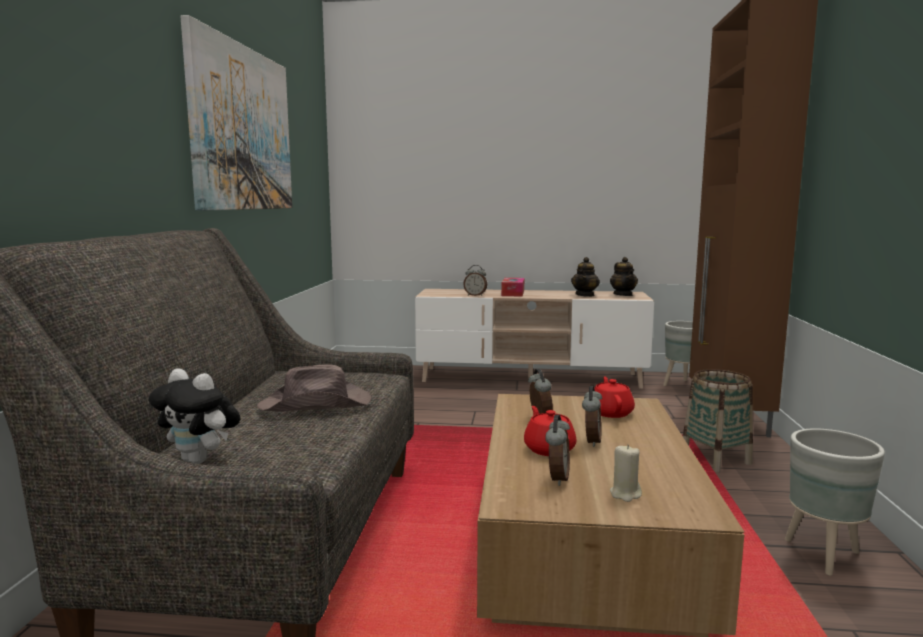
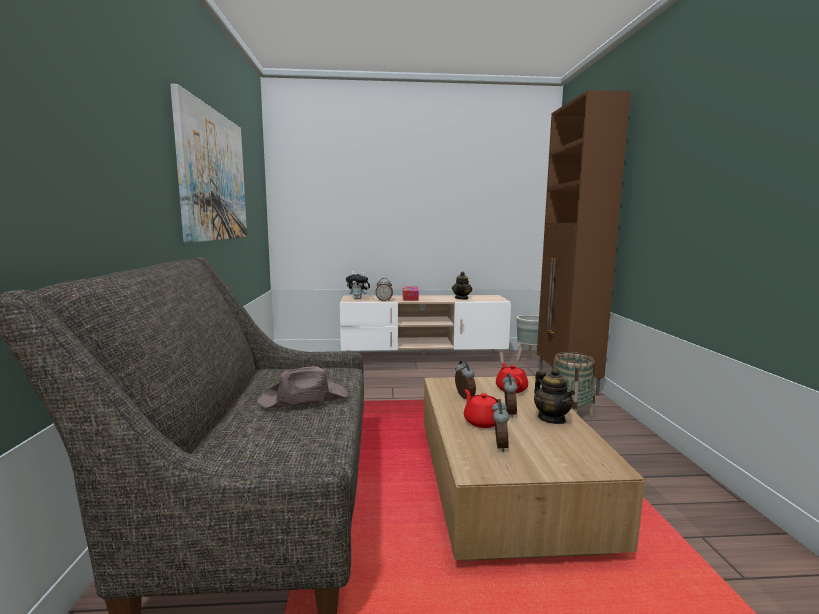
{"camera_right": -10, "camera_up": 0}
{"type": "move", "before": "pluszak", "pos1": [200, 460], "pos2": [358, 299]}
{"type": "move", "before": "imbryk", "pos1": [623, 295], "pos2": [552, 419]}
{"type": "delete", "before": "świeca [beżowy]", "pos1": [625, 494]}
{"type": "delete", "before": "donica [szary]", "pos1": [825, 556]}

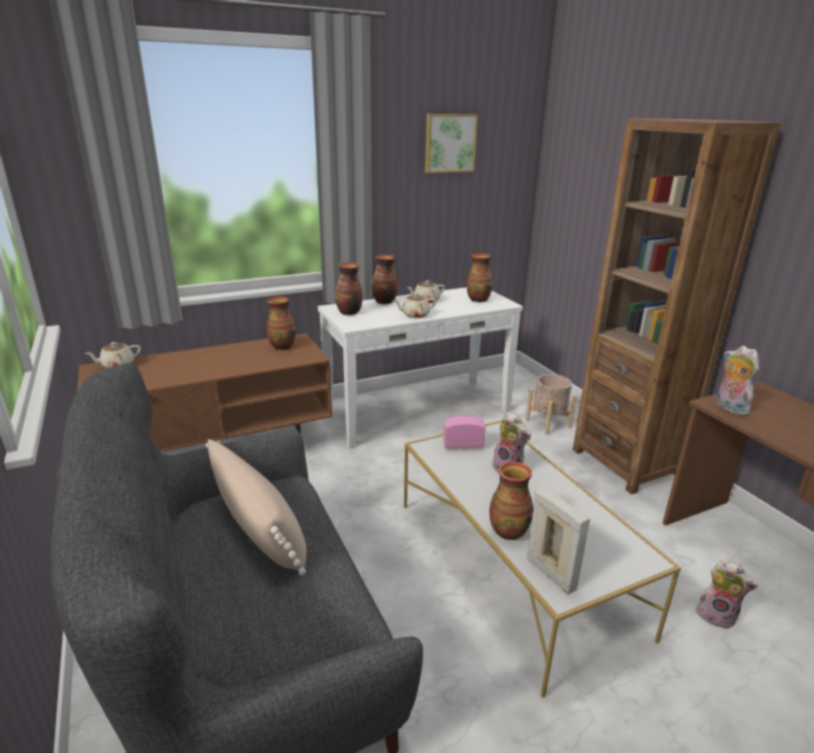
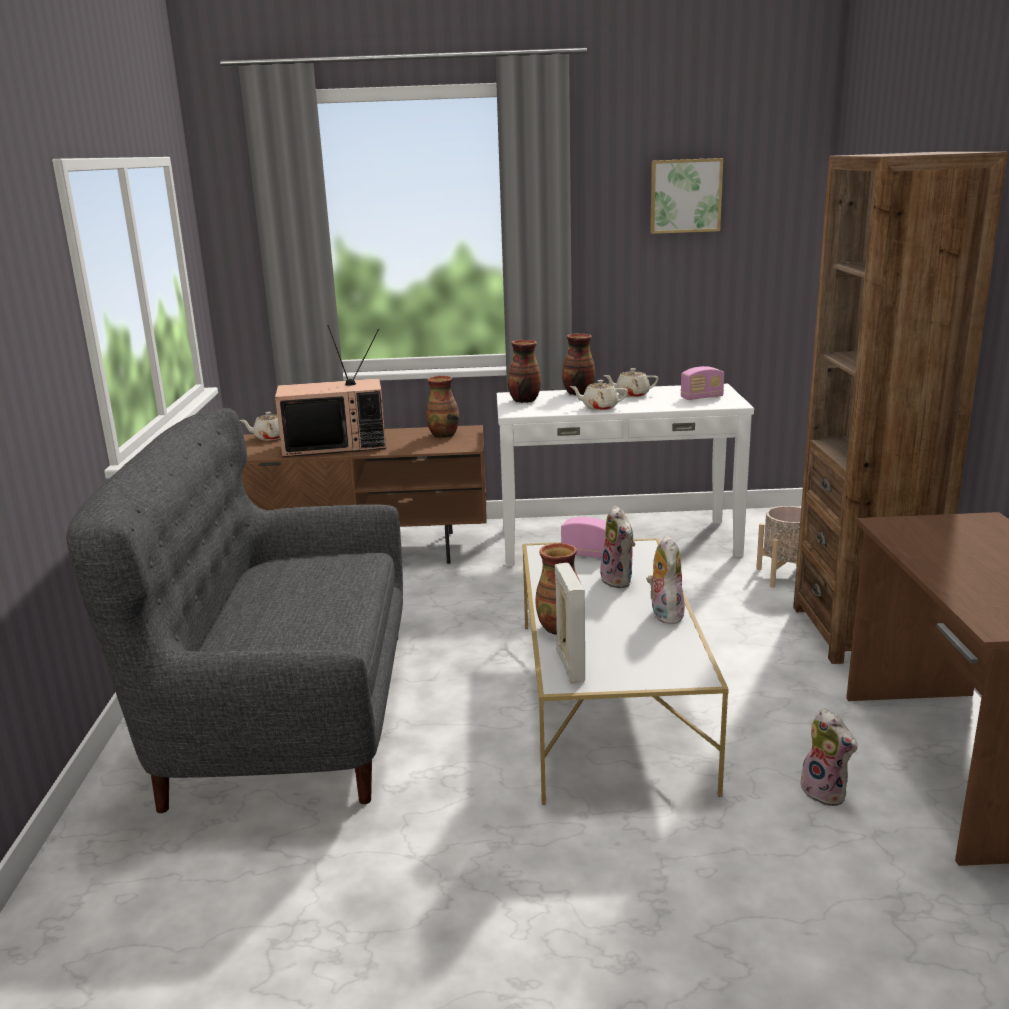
{"camera_right": 25, "camera_up": -5}
{"type": "insert", "after": "telewizor", "pos2": [336, 445]}
{"type": "move", "before": "pluszak", "pos1": [728, 408], "pos2": [664, 614]}
{"type": "replace", "before": "wazon", "after": "radio", "pos1": [478, 300], "pos2": [701, 397]}
{"type": "delete", "before": "poduszka [beżowy]", "pos1": [259, 529]}

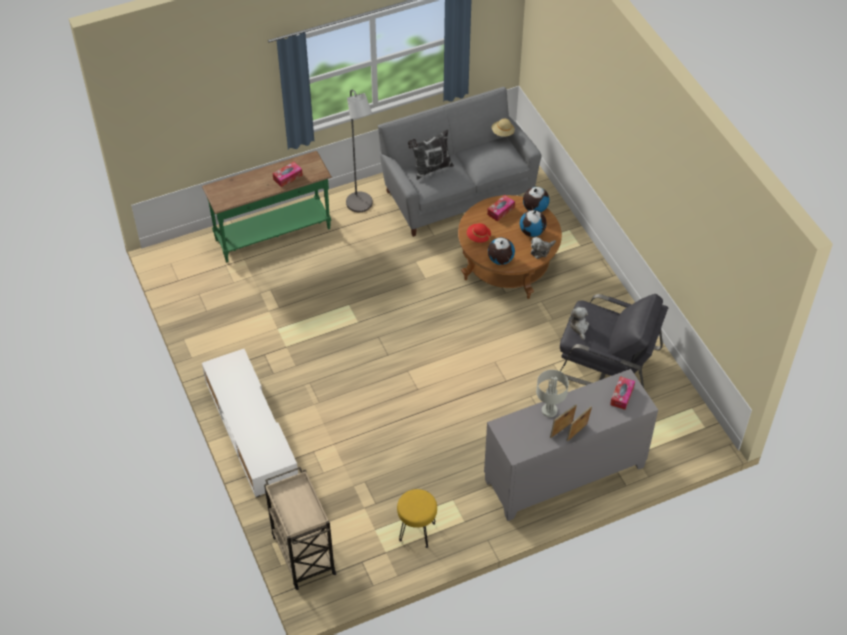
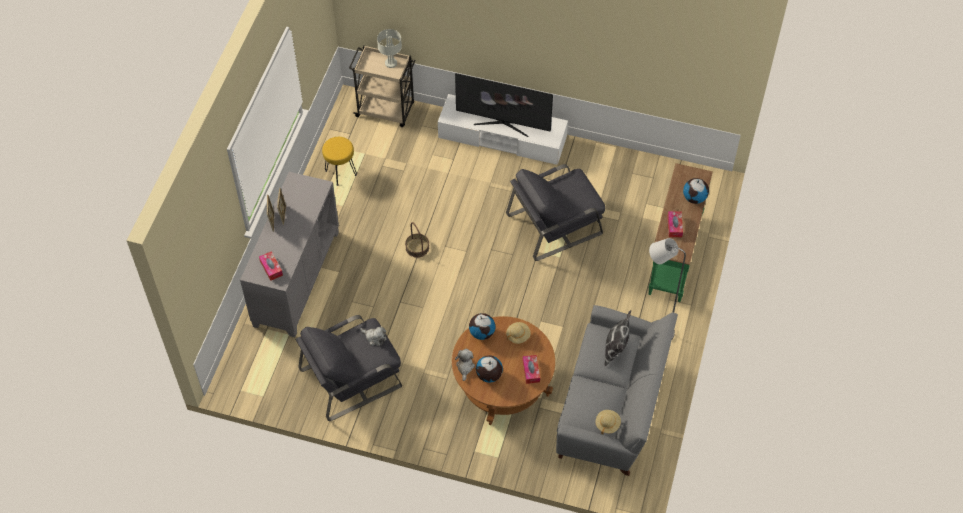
{"camera_right": 130, "camera_up": 5}
{"type": "move", "before": "lampa stołowa [szary]", "pos1": [549, 410], "pos2": [391, 63]}
{"type": "insert", "after": "koszyk", "pos2": [417, 247]}
{"type": "insert", "after": "telewizor", "pos2": [503, 123]}
{"type": "insert", "after": "fotel [szary]", "pos2": [555, 223]}
{"type": "recolor", "before": "kapelusz [czerwony]", "after": "kapelusz [beżowy]", "pos1": [478, 237], "pos2": [518, 335]}
{"type": "move", "before": "globus", "pos1": [535, 208], "pos2": [694, 198]}

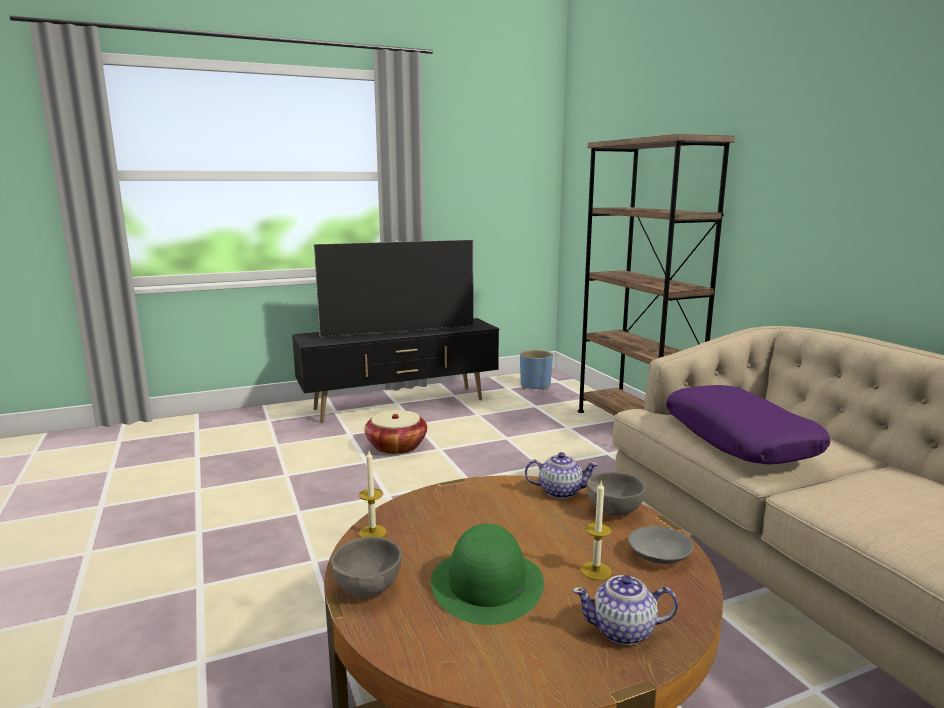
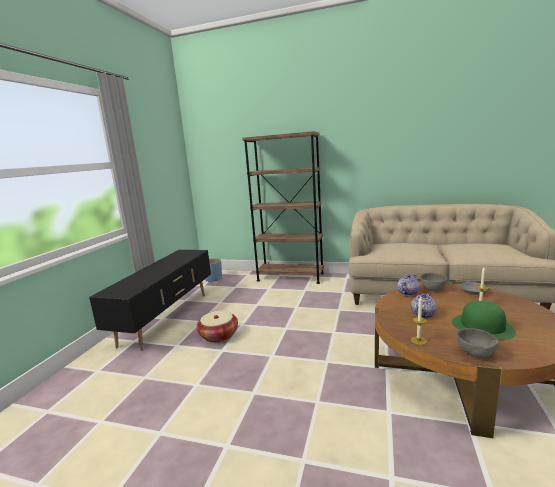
{"camera_right": -50, "camera_up": 0}
{"type": "move", "before": "imbryk", "pos1": [623, 631], "pos2": [423, 314]}
{"type": "delete", "before": "telewizor", "pos1": [398, 332]}
{"type": "delete", "before": "poduszka [fioletowy]", "pos1": [739, 439]}

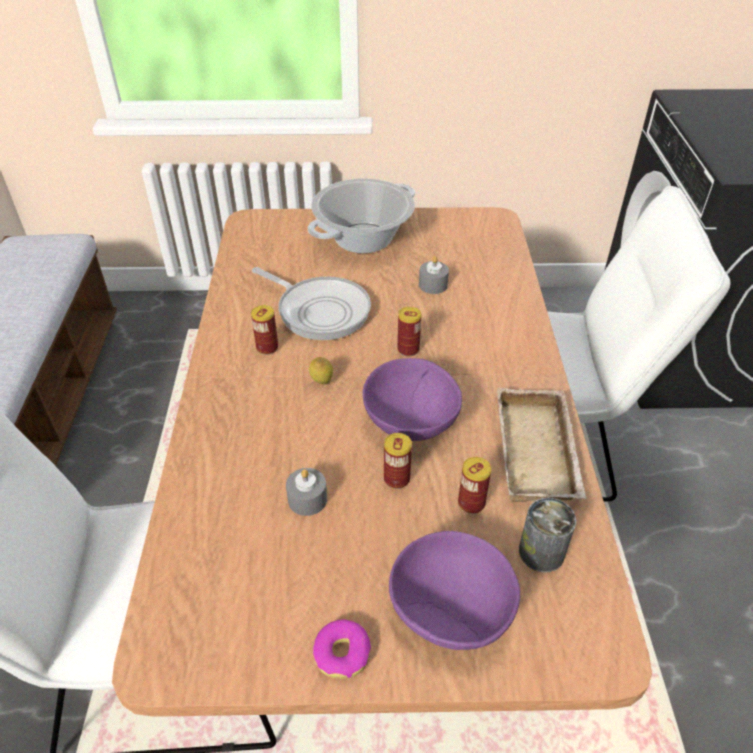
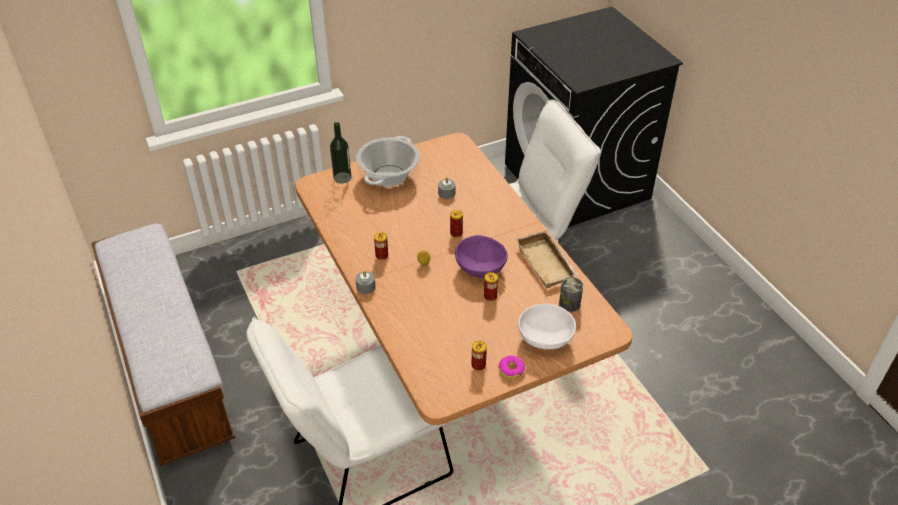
{"camera_right": -25, "camera_up": 0}
{"type": "insert", "after": "butelka", "pos2": [342, 177]}
{"type": "move", "before": "świeca [szary]", "pos1": [307, 499], "pos2": [365, 287]}
{"type": "move", "before": "puszka", "pos1": [471, 503], "pos2": [478, 365]}
{"type": "recolor", "before": "miska [fioletowy]", "after": "miska [biały]", "pos1": [452, 611], "pos2": [546, 339]}
{"type": "delete", "before": "patelnia", "pos1": [320, 311]}

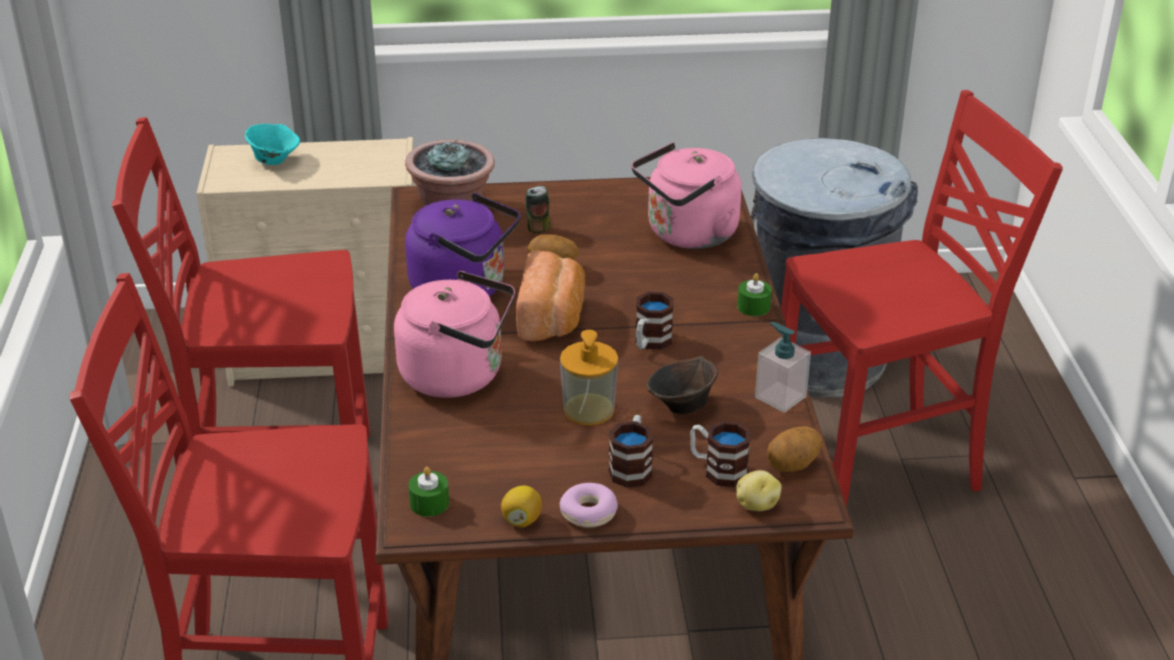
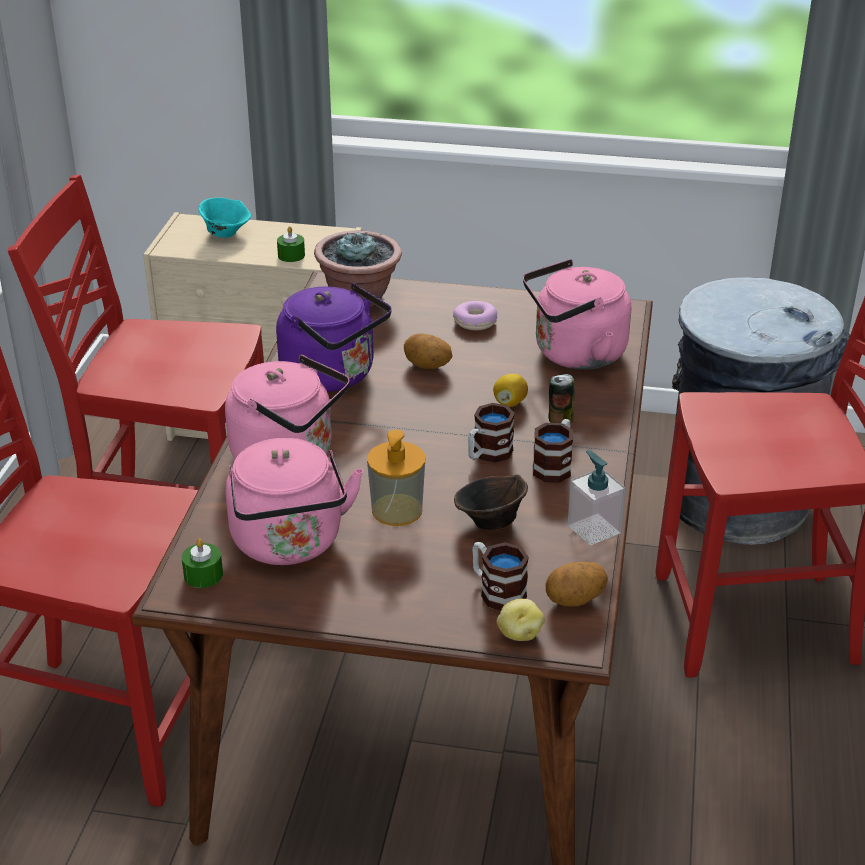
{"camera_right": 15, "camera_up": 0}
{"type": "insert", "after": "czajnik [różowy]", "pos2": [290, 544]}
{"type": "move", "before": "świeca [zielony]", "pos1": [753, 307], "pos2": [291, 255]}
{"type": "move", "before": "donut", "pos1": [589, 513], "pos2": [475, 322]}
{"type": "move", "before": "cytryna", "pos1": [522, 520], "pos2": [510, 403]}
{"type": "move", "before": "kubek", "pos1": [632, 467], "pos2": [555, 466]}
{"type": "move", "before": "puszka", "pos1": [538, 228], "pos2": [560, 419]}
{"type": "delete", "before": "chleb", "pos1": [553, 318]}

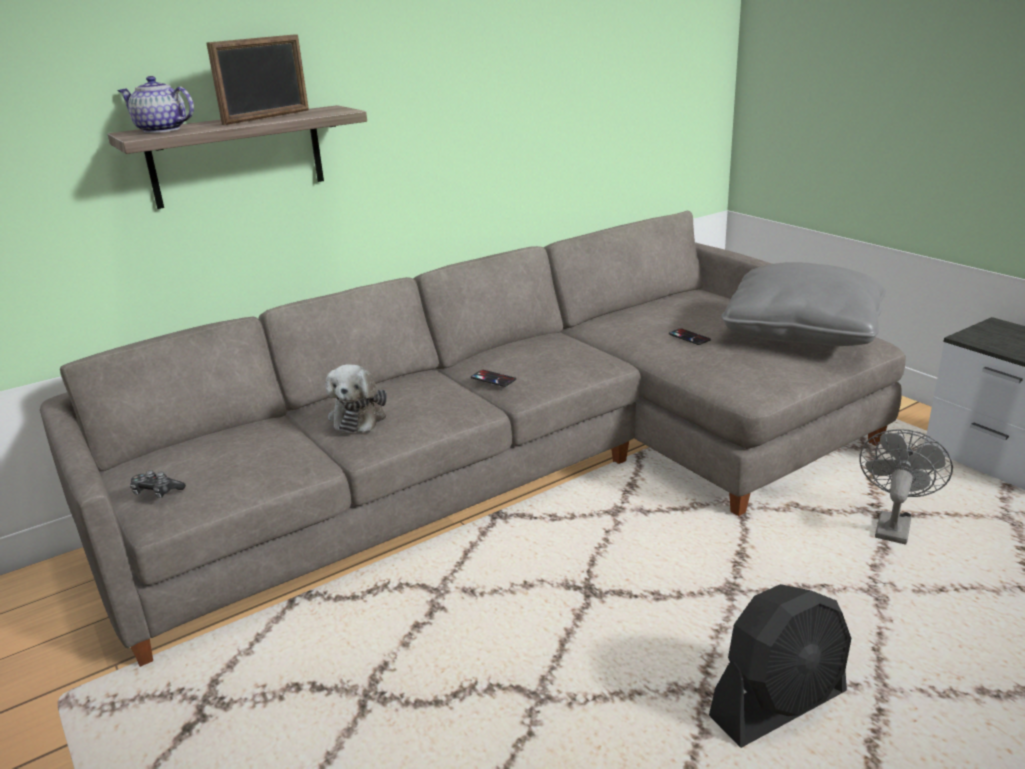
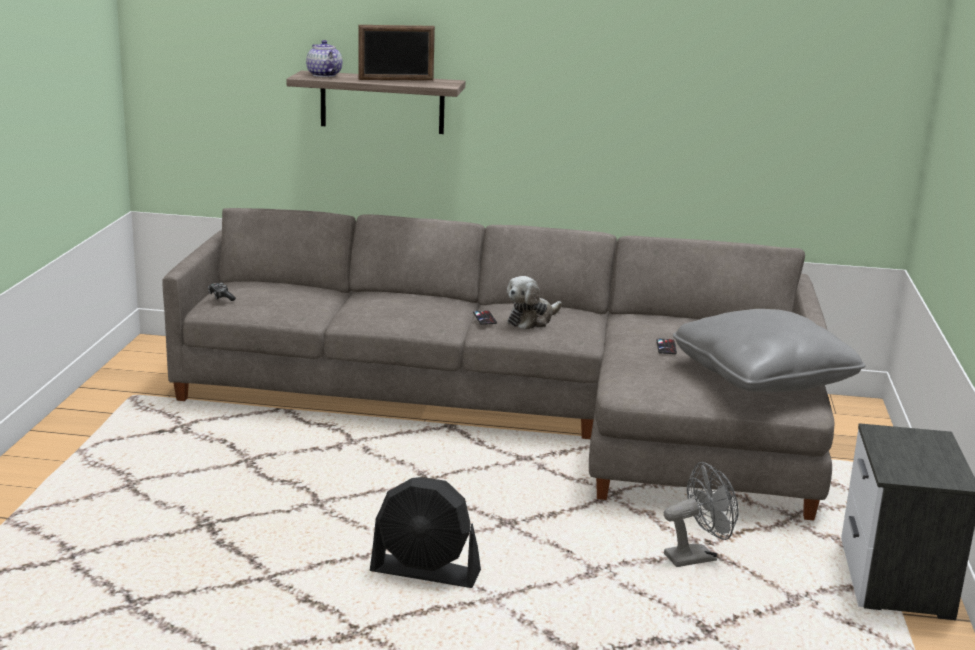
{"camera_right": 40, "camera_up": -5}
{"type": "move", "before": "pluszak", "pos1": [359, 416], "pos2": [531, 320]}

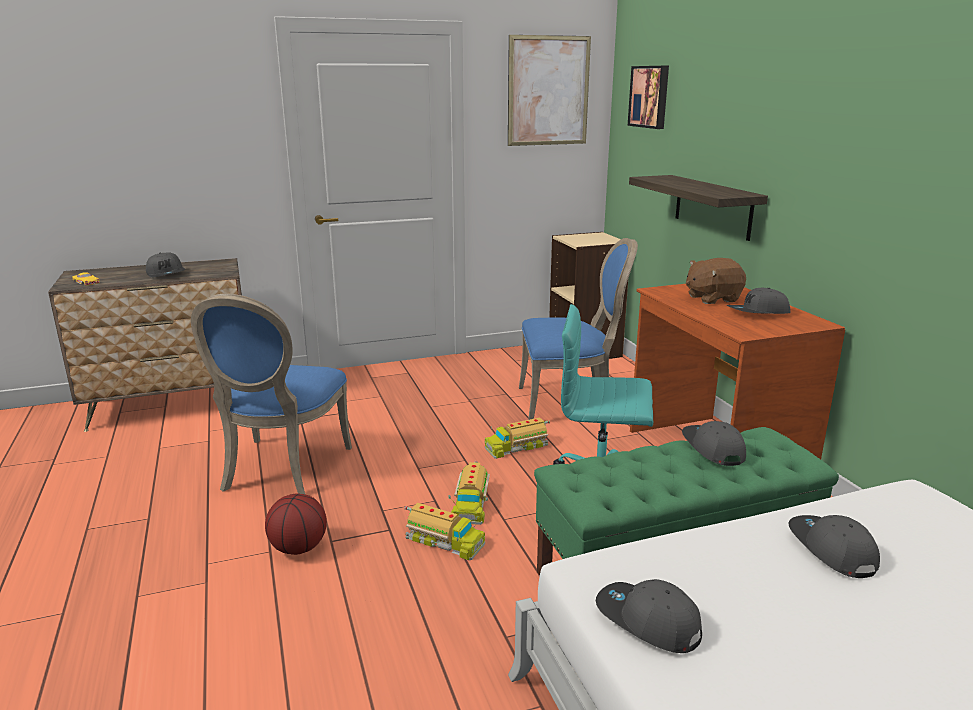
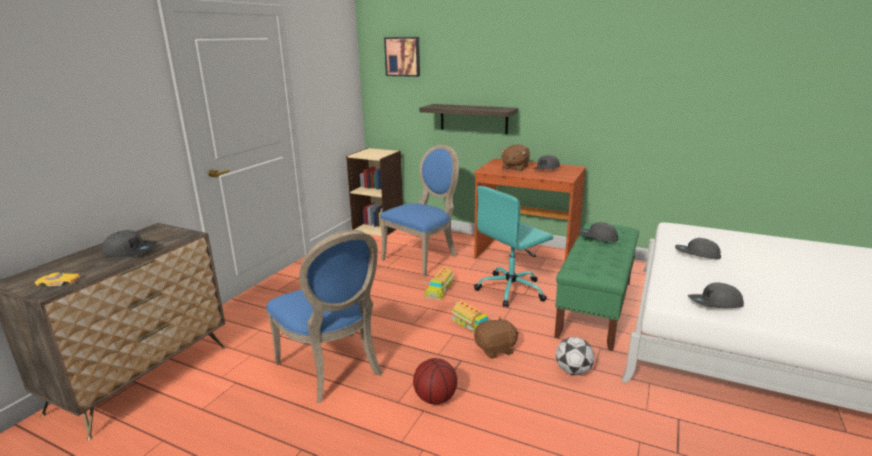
{"camera_right": -45, "camera_up": 0}
{"type": "replace", "before": "ciężarówka zabawkowa", "after": "pluszak [brązowy]", "pos1": [443, 541], "pos2": [495, 349]}
{"type": "insert", "after": "piłka futbolowa", "pos2": [573, 371]}
{"type": "delete", "before": "obraz", "pos1": [548, 91]}

